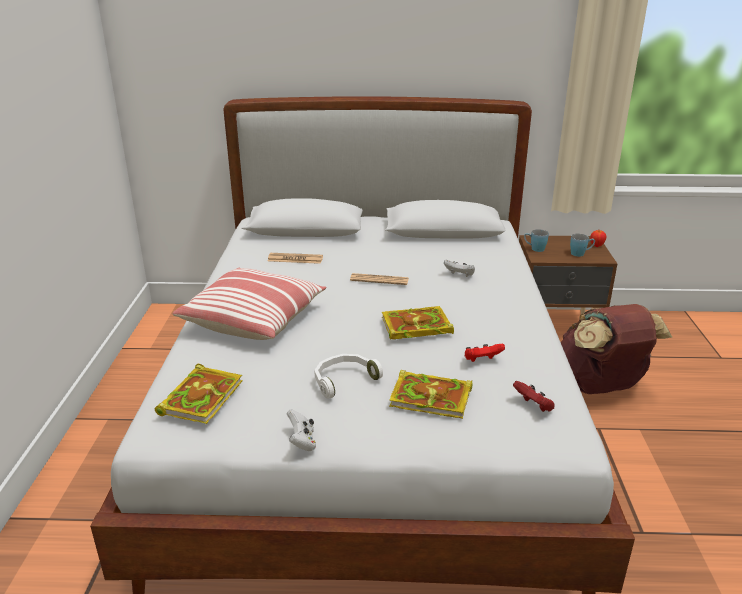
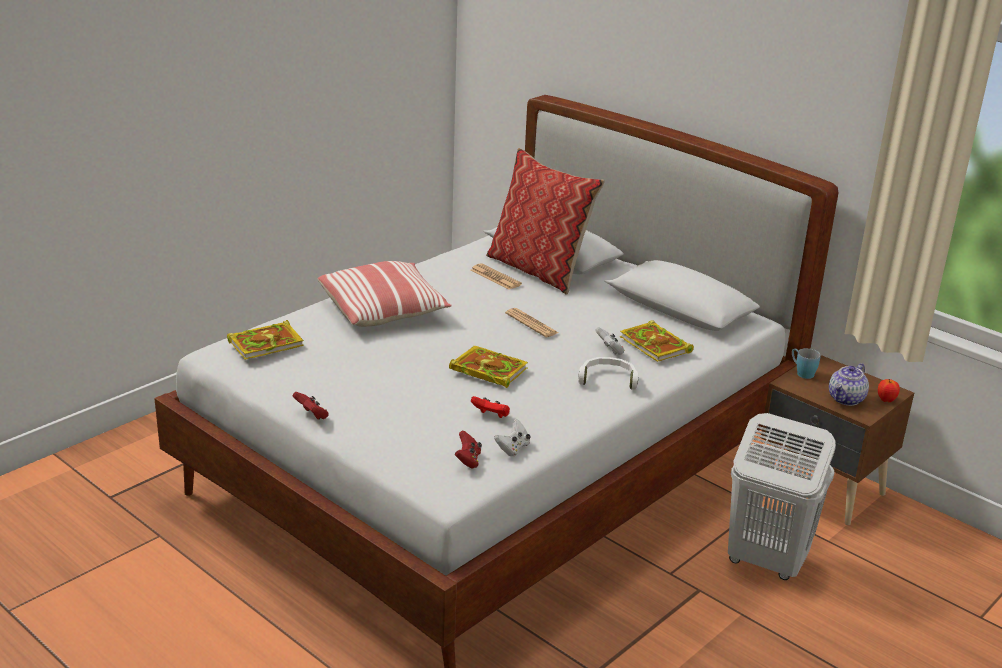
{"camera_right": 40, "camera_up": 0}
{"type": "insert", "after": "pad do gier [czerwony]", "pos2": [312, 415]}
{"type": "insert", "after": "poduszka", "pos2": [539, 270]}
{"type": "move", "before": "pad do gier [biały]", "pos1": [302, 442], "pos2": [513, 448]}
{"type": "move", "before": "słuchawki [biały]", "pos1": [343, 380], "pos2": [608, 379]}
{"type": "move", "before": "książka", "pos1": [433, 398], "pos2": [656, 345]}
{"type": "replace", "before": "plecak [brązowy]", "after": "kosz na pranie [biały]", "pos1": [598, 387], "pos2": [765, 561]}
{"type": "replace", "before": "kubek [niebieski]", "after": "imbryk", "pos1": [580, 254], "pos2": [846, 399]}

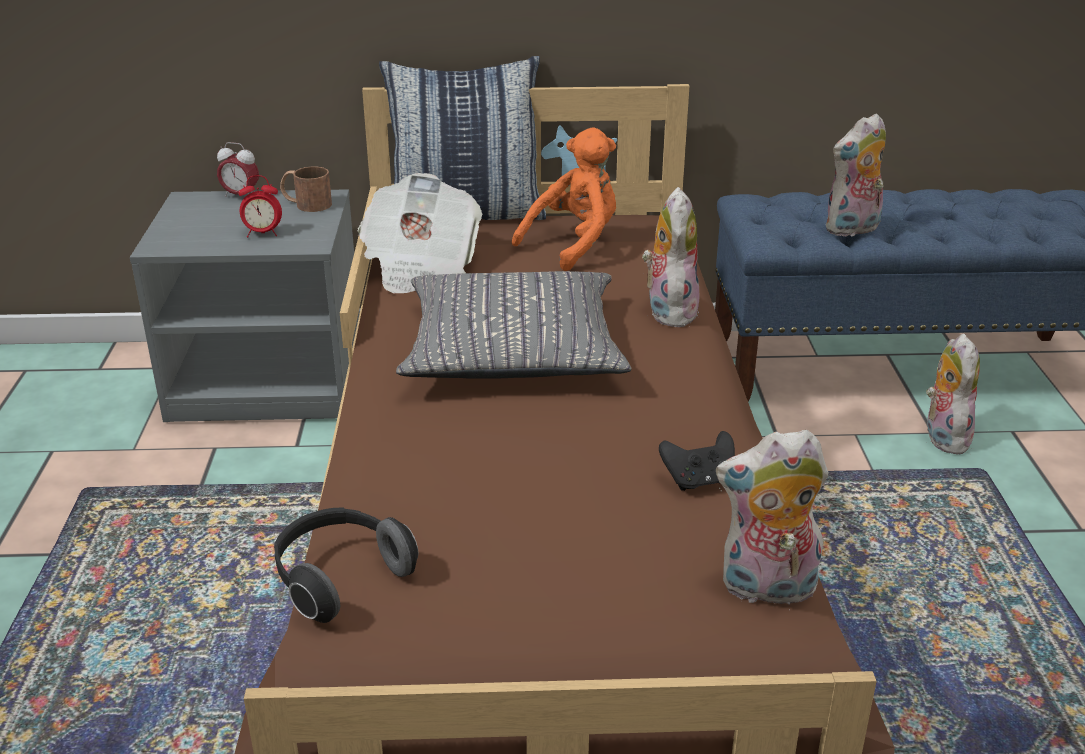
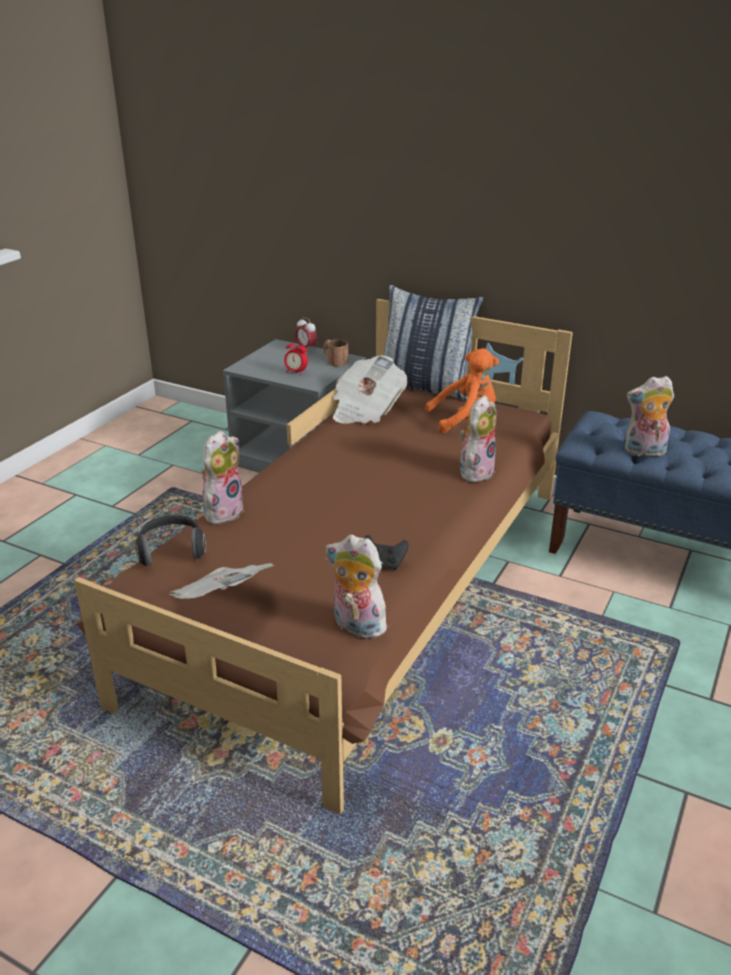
{"camera_right": 30, "camera_up": 0}
{"type": "insert", "after": "gazeta", "pos2": [223, 602]}
{"type": "move", "before": "pluszak", "pos1": [942, 437], "pos2": [223, 511]}
{"type": "delete", "before": "poduszka [szary]", "pos1": [513, 349]}

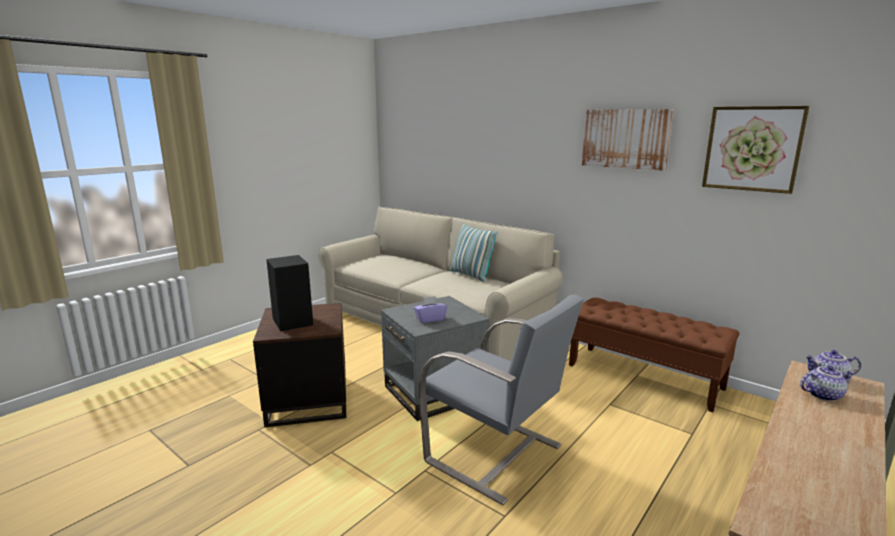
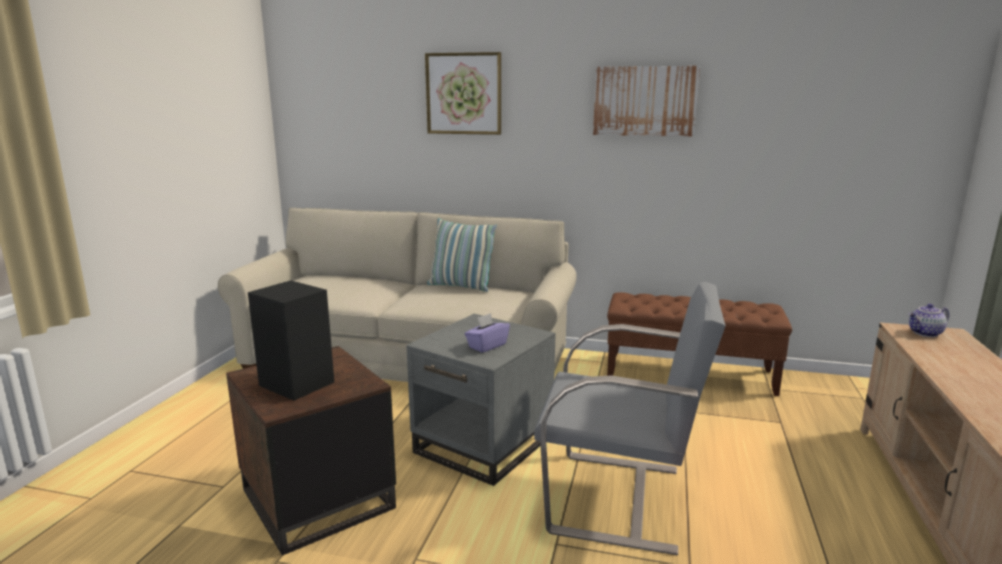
{"camera_right": -25, "camera_up": 0}
{"type": "move", "before": "obraz", "pos1": [752, 148], "pos2": [464, 94]}
{"type": "delete", "before": "imbryk", "pos1": [822, 395]}

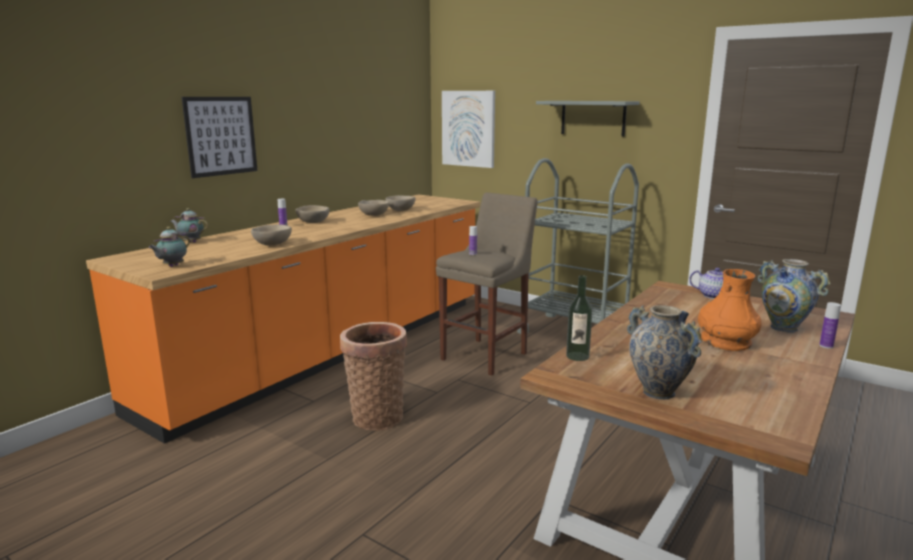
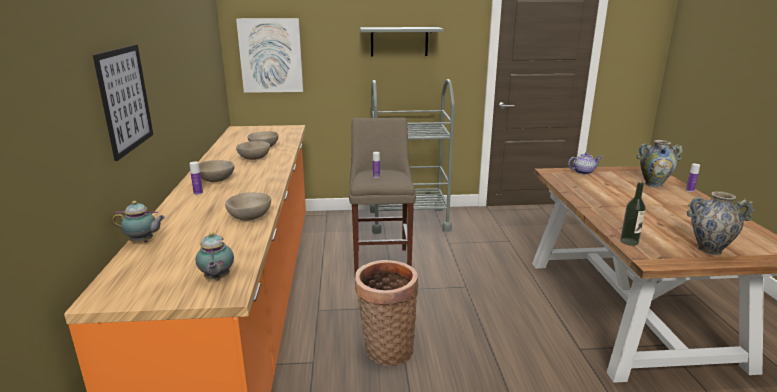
{"camera_right": -40, "camera_up": 5}
{"type": "rotate", "before": "imbryk", "pos1": [191, 242], "pos2": [143, 242], "turn": -150}
{"type": "delete", "before": "wazon [pomarańczowy]", "pos1": [725, 341]}

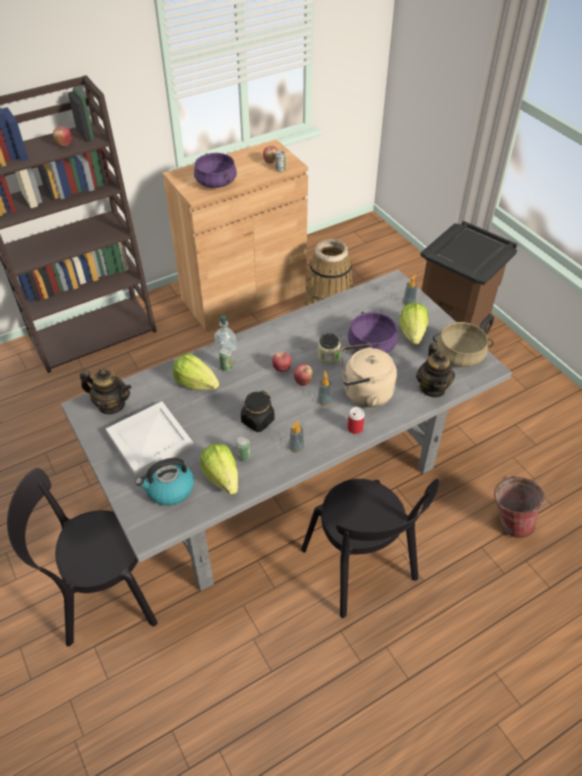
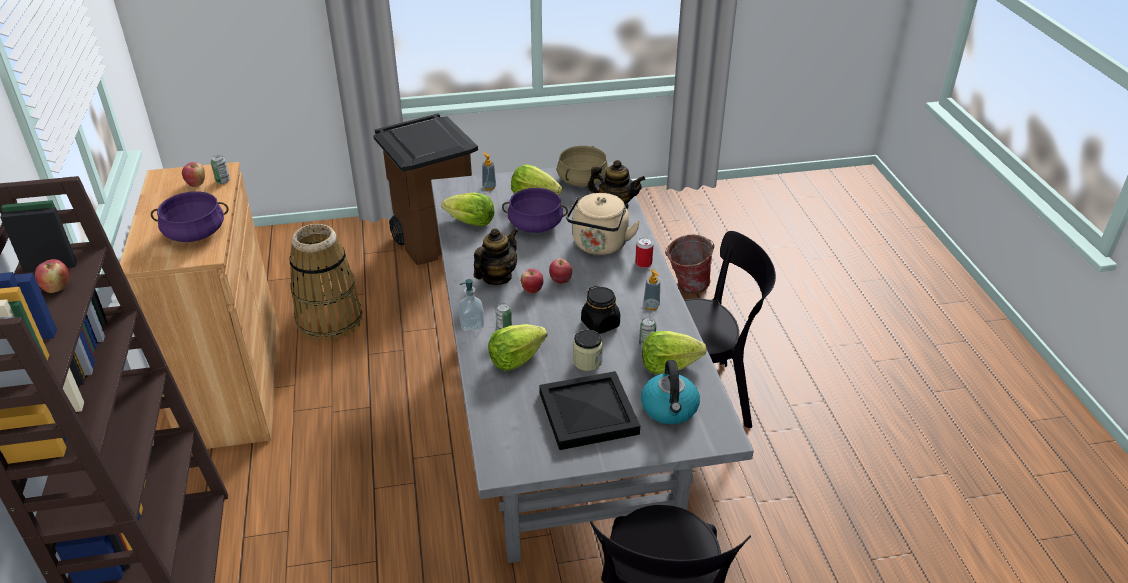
{"camera_right": -70, "camera_up": -10}
{"type": "insert", "after": "sałata", "pos2": [470, 222]}
{"type": "move", "before": "imbryk", "pos1": [111, 405], "pos2": [496, 277]}
{"type": "recolor", "before": "taca [biały]", "after": "taca [czarny]", "pos1": [148, 440], "pos2": [587, 414]}
{"type": "move", "before": "słoik", "pos1": [328, 356], "pos2": [587, 361]}
{"type": "delete", "before": "dozownik mydła", "pos1": [324, 401]}

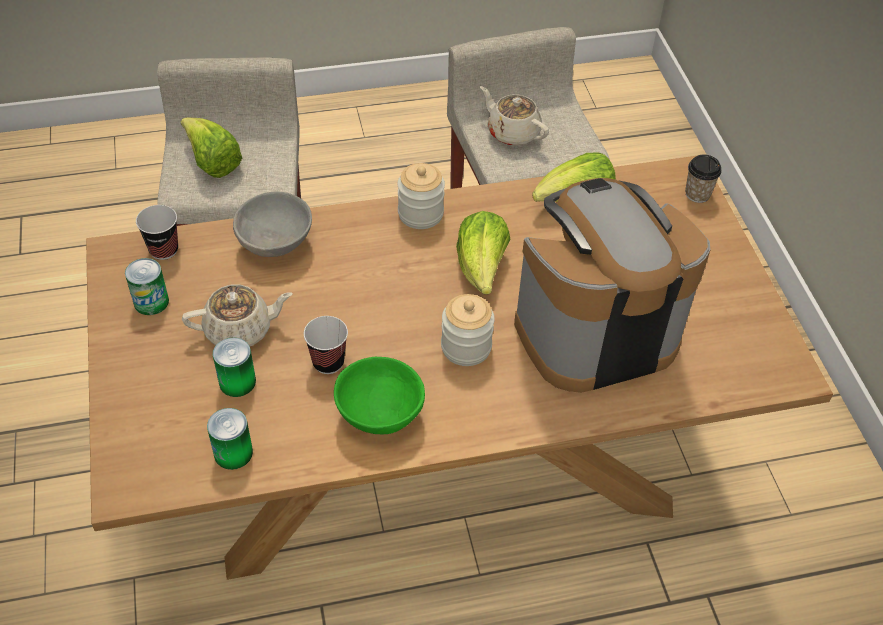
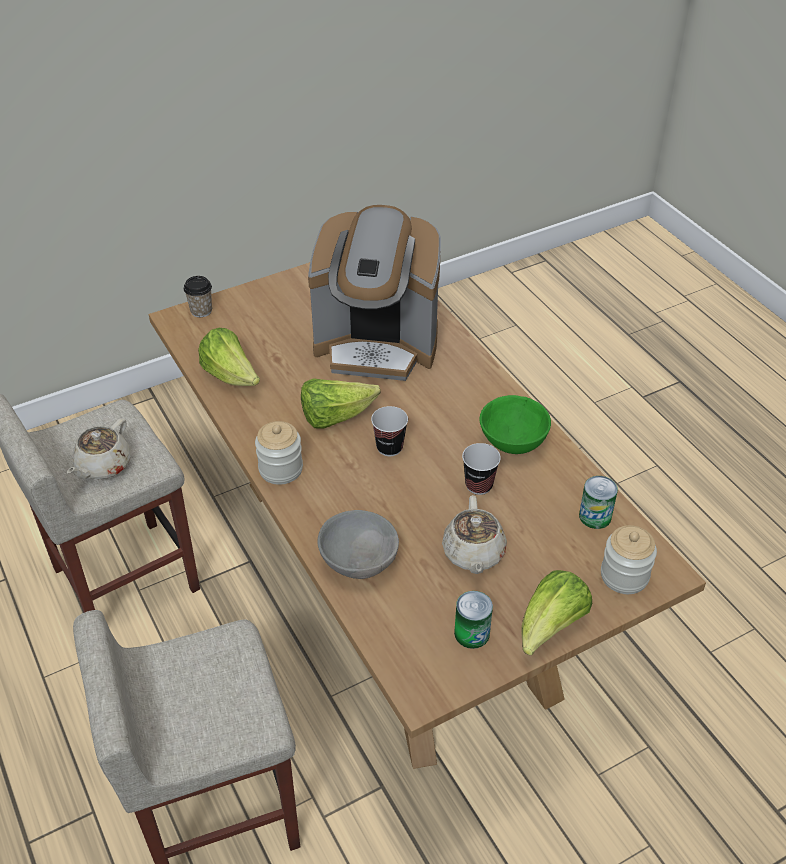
{"camera_right": -105, "camera_up": -5}
{"type": "rotate", "before": "ekspres do kawy", "pos1": [594, 333], "pos2": [377, 345], "turn": -45}
{"type": "move", "before": "filiżanka", "pos1": [164, 250], "pos2": [389, 447]}
{"type": "rotate", "before": "imbryk [beżowy]", "pos1": [240, 330], "pos2": [473, 553], "turn": -150}
{"type": "move", "before": "sałata", "pos1": [212, 162], "pos2": [550, 627]}
{"type": "move", "before": "słoik", "pos1": [466, 347], "pos2": [624, 576]}
{"type": "delete", "before": "puszka", "pos1": [237, 382]}

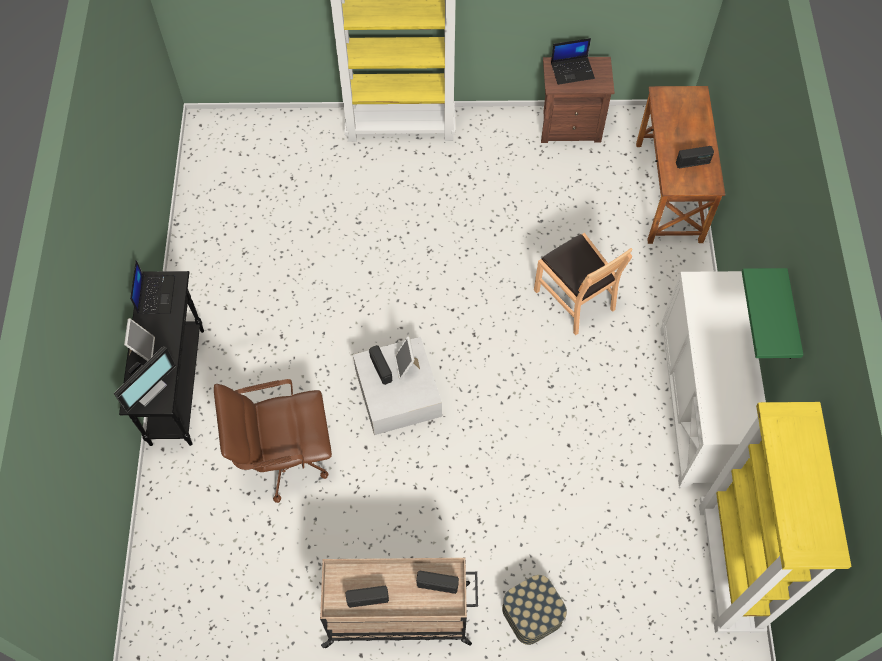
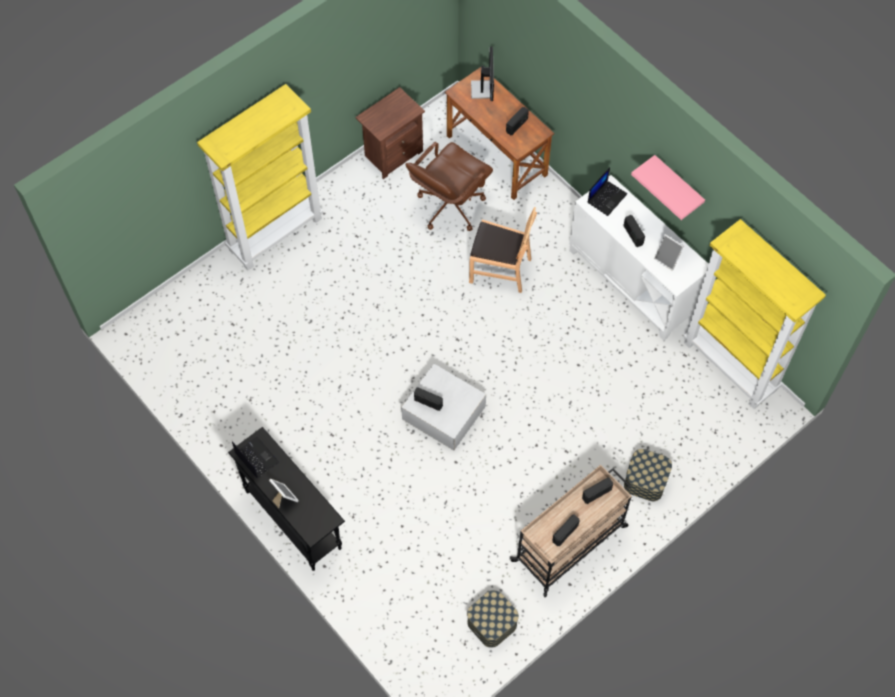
{"camera_right": -40, "camera_up": 0}
{"type": "move", "before": "krzesło biurowe [brązowy]", "pos1": [284, 457], "pos2": [449, 206]}
{"type": "insert", "after": "pojemnik do przechowywania", "pos2": [492, 623]}
{"type": "move", "before": "monitor", "pos1": [147, 387], "pos2": [483, 89]}
{"type": "move", "before": "laptop", "pos1": [572, 70], "pos2": [607, 197]}
{"type": "insert", "after": "radio", "pos2": [633, 235]}
{"type": "recolor", "before": "półka [zielony]", "after": "półka [różowy]", "pos1": [790, 319], "pos2": [678, 184]}
{"type": "move", "before": "ramka na zdjęcie", "pos1": [406, 366], "pos2": [667, 259]}

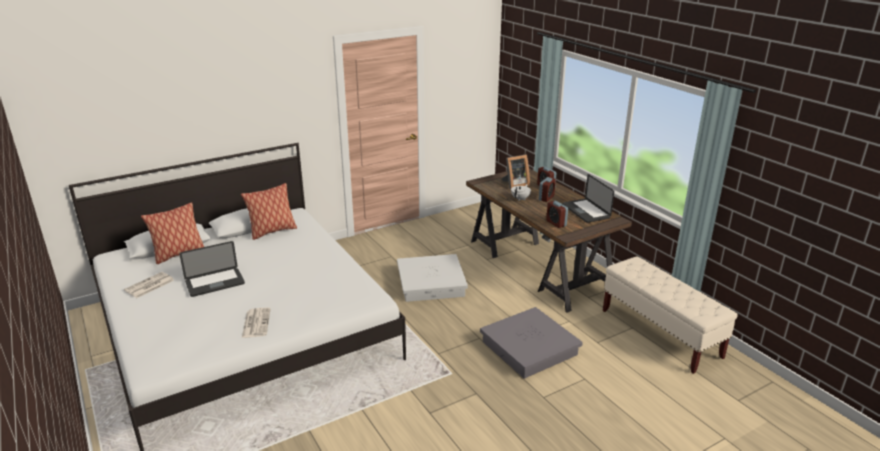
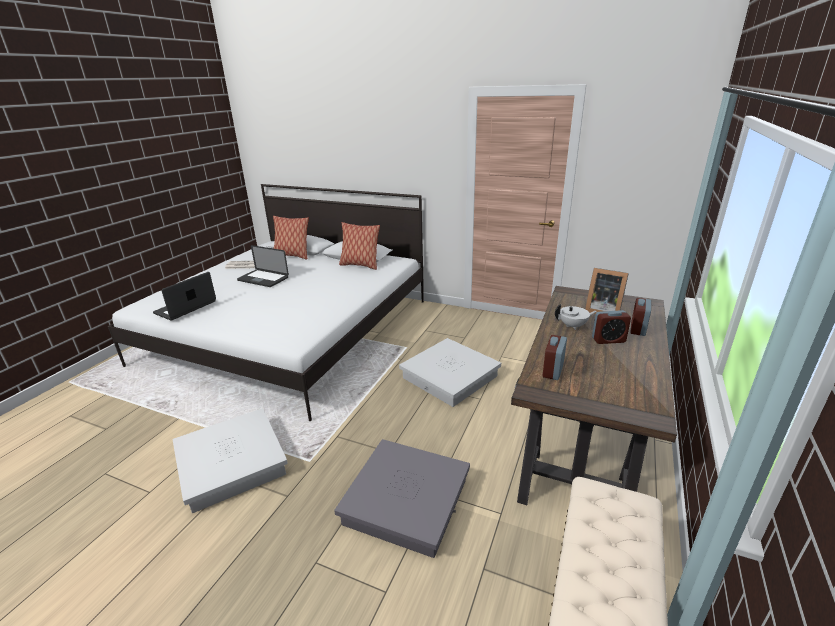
{"camera_right": 55, "camera_up": 0}
{"type": "move", "before": "laptop", "pos1": [586, 211], "pos2": [185, 307]}
{"type": "insert", "after": "pojemnik do przechowywania [biały]", "pos2": [232, 464]}
{"type": "delete", "before": "gazeta", "pos1": [256, 323]}

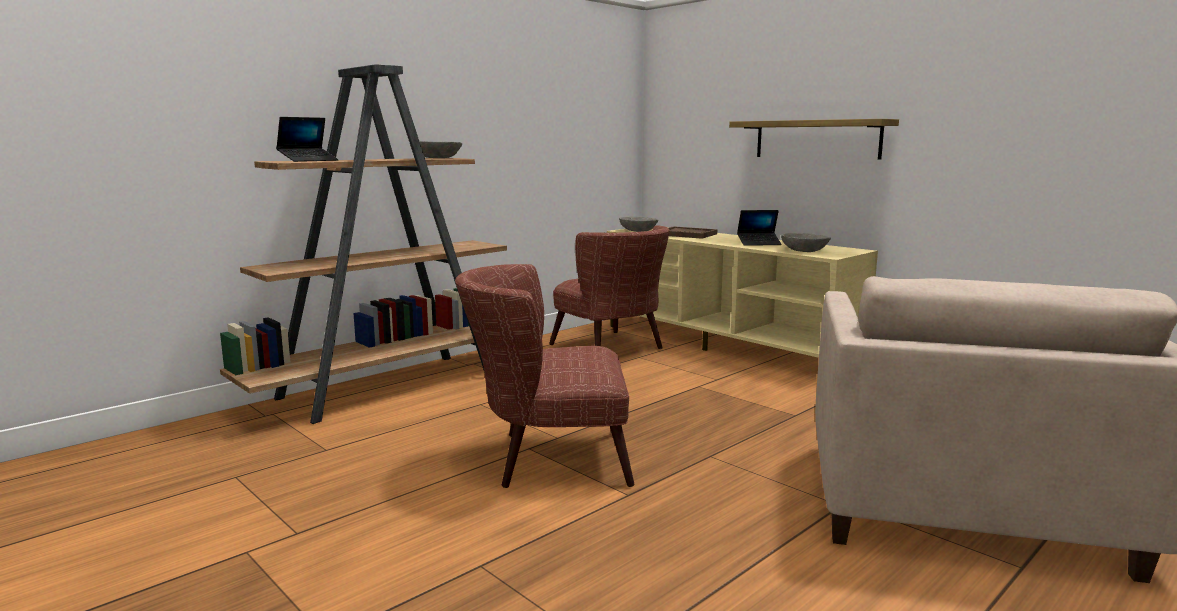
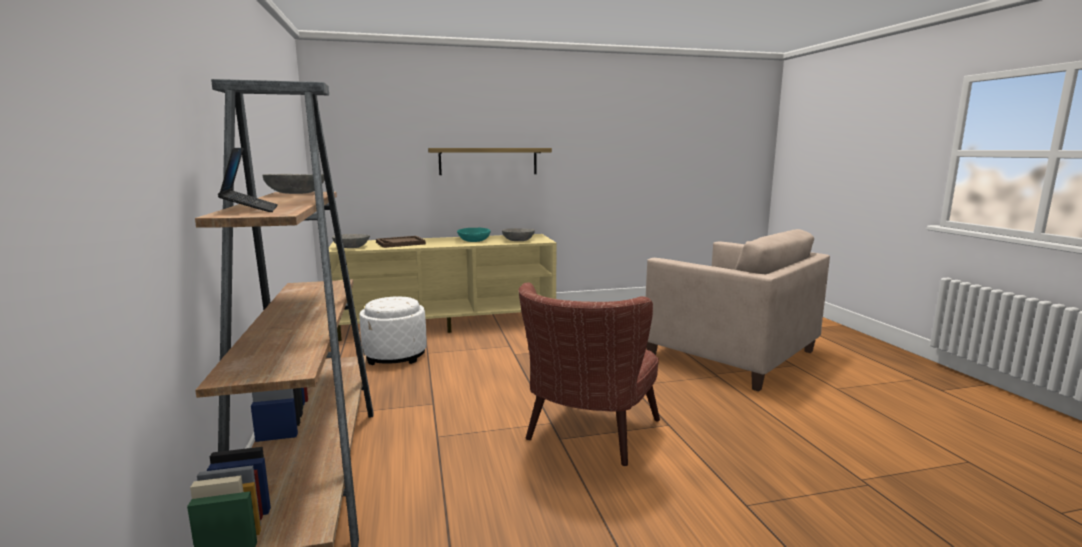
{"camera_right": -60, "camera_up": 0}
{"type": "replace", "before": "fotel [brązowy]", "after": "pufa [biały]", "pos1": [613, 349], "pos2": [395, 355]}
{"type": "replace", "before": "laptop", "after": "miska [turkusowy]", "pos1": [759, 243], "pos2": [474, 241]}

